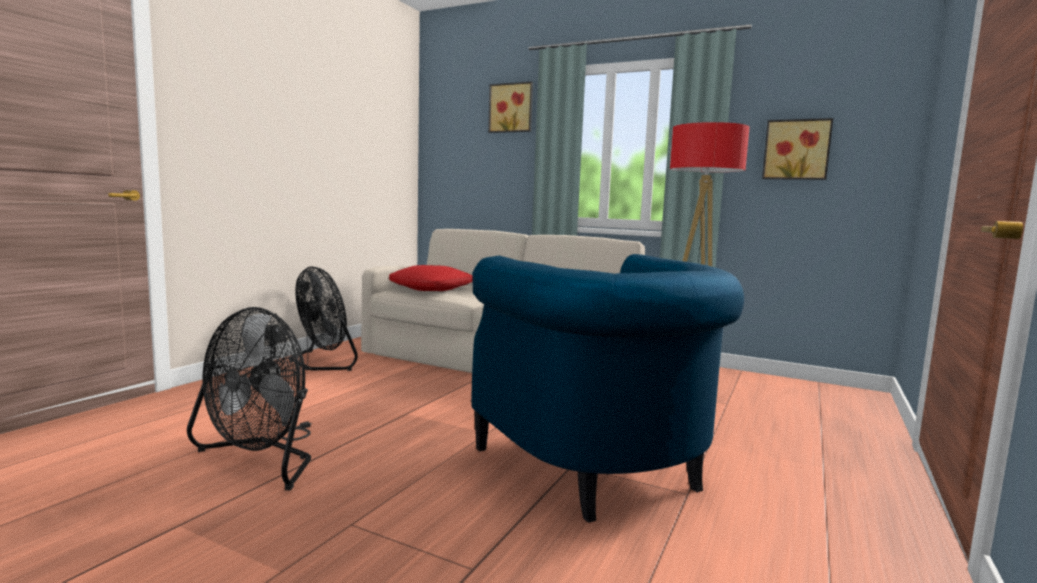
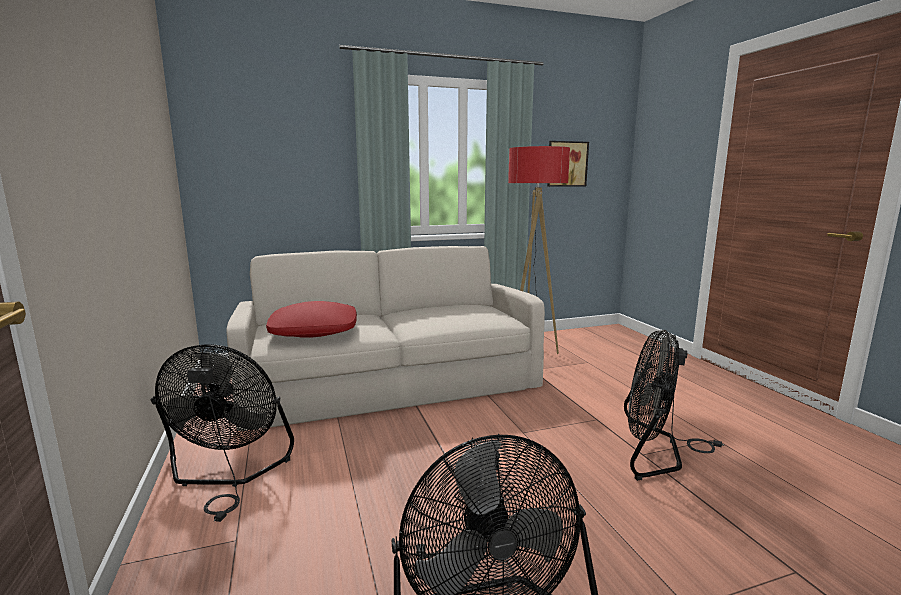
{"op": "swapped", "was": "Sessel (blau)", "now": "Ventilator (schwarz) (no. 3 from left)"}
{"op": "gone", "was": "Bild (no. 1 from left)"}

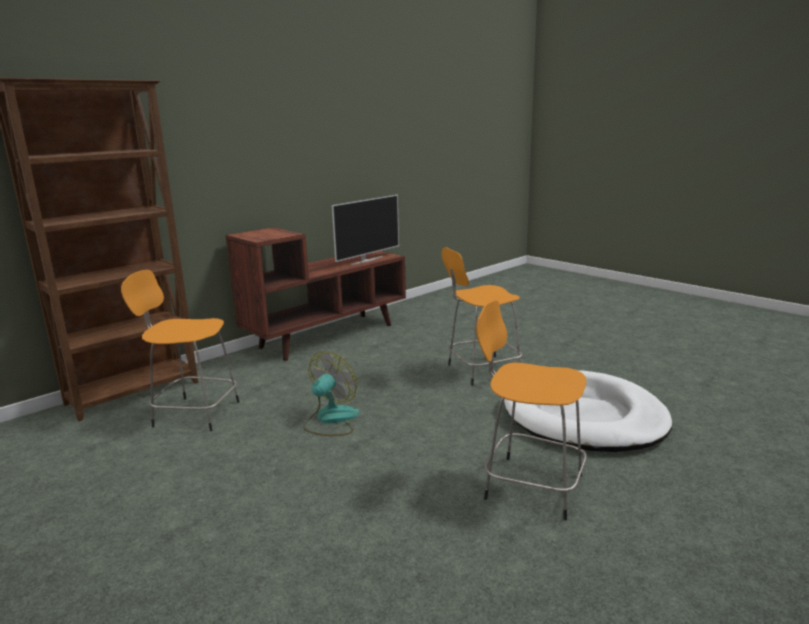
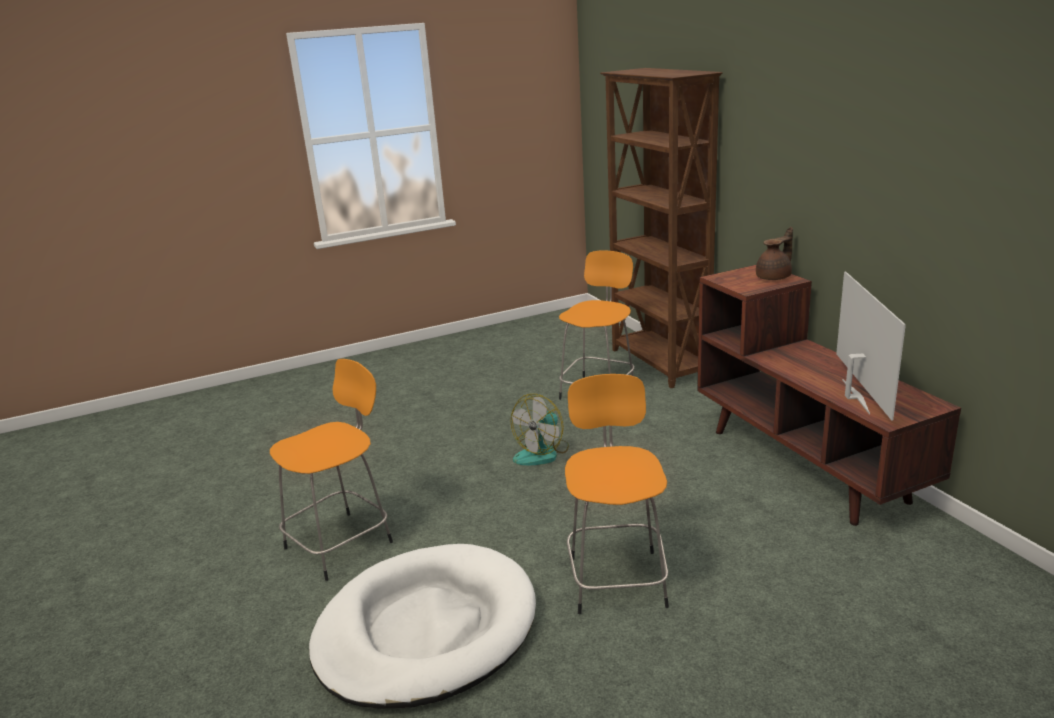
{"op": "rotated", "was": "Ventilator", "clockwise": 75}
{"op": "new", "now": "Teekanne (braun)"}
{"op": "rotated", "was": "Fernseher", "clockwise": -150}

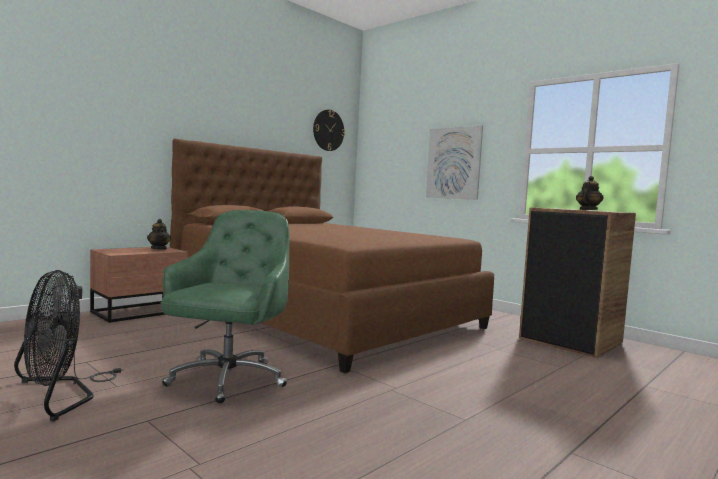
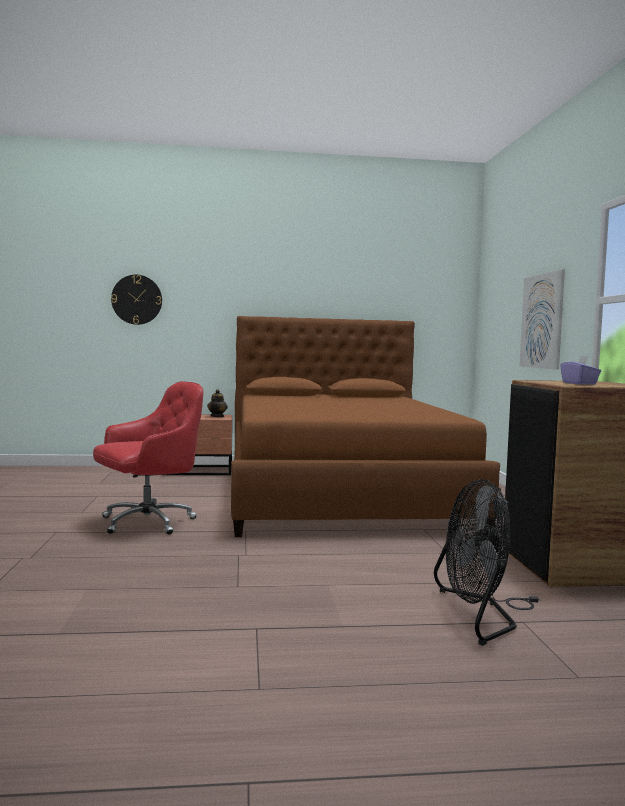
{"op": "repainted", "was": "Bürostuhl (grün)", "now": "Bürostuhl (rot)"}
{"op": "shifted", "was": "Wanduhr"}
{"op": "shifted", "was": "Ventilator (schwarz)"}
{"op": "swapped", "was": "Teekanne (no. 2 from left)", "now": "Taschentuchbox (lila)"}

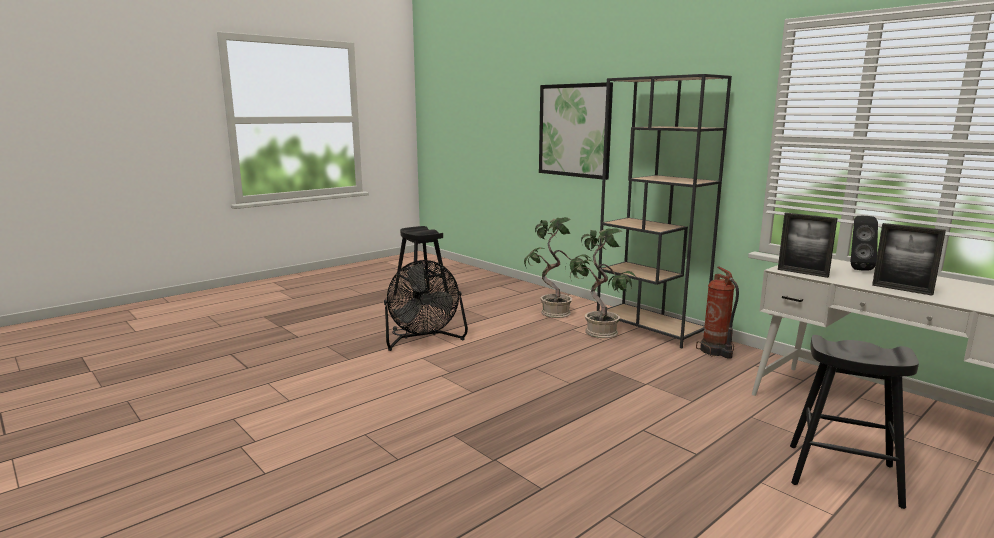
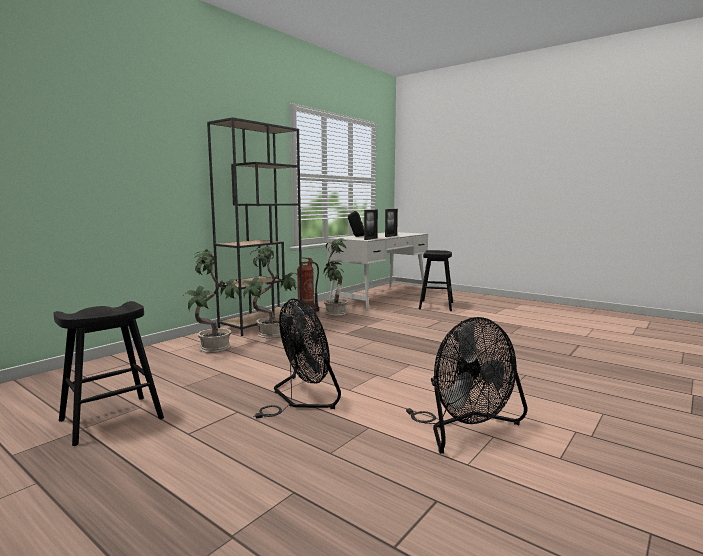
{"op": "new", "now": "Topfpflanze (no. 3 from left)"}
{"op": "new", "now": "Ventilator (schwarz) (no. 2 from left)"}
{"op": "gone", "was": "Bild"}

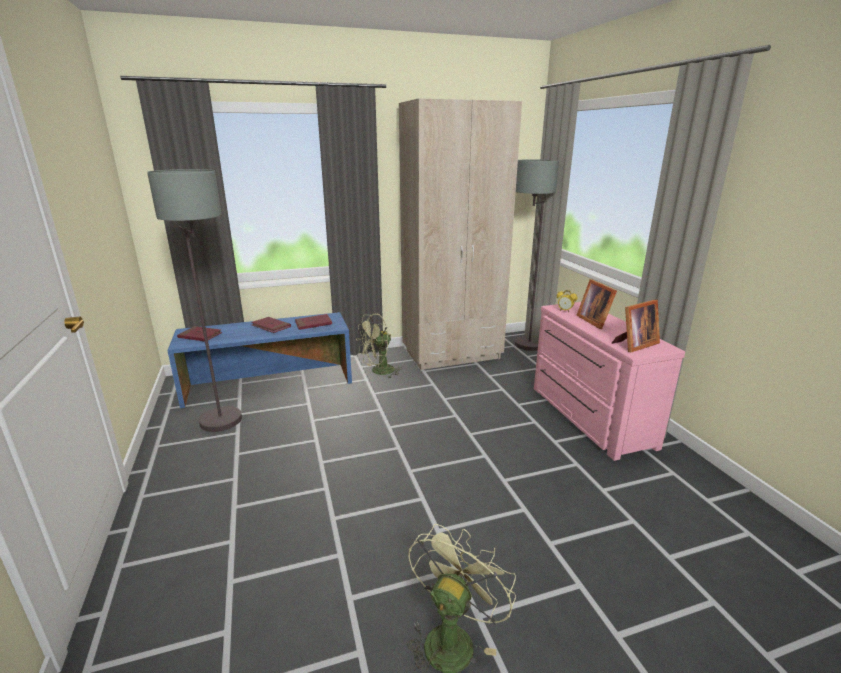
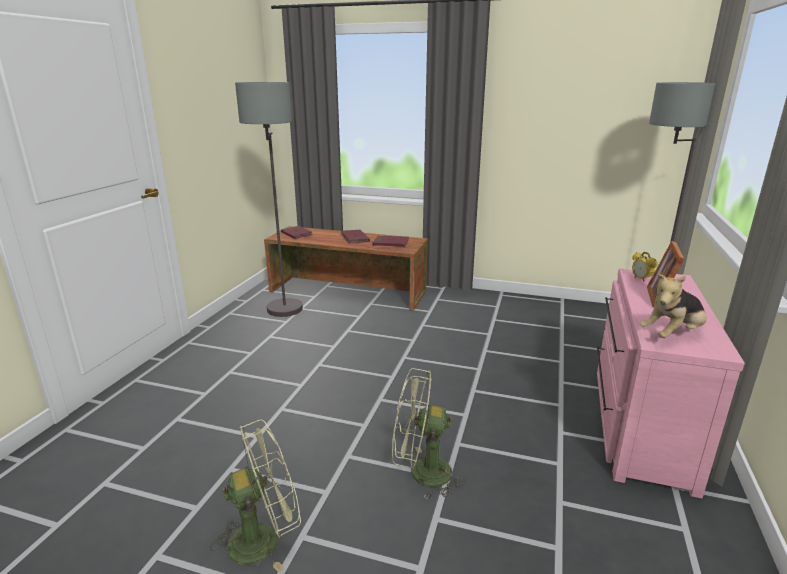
{"op": "repainted", "was": "Bank (blau)", "now": "Bank (braun)"}
{"op": "shifted", "was": "Ventilator (grün) (no. 1 from left in the first image)", "now": "Ventilator (grün) (no. 2 from left)"}
{"op": "swapped", "was": "Bilderrahmen (no. 2 from left)", "now": "Plüschtier"}
{"op": "gone", "was": "Kleiderschrank (beige)"}

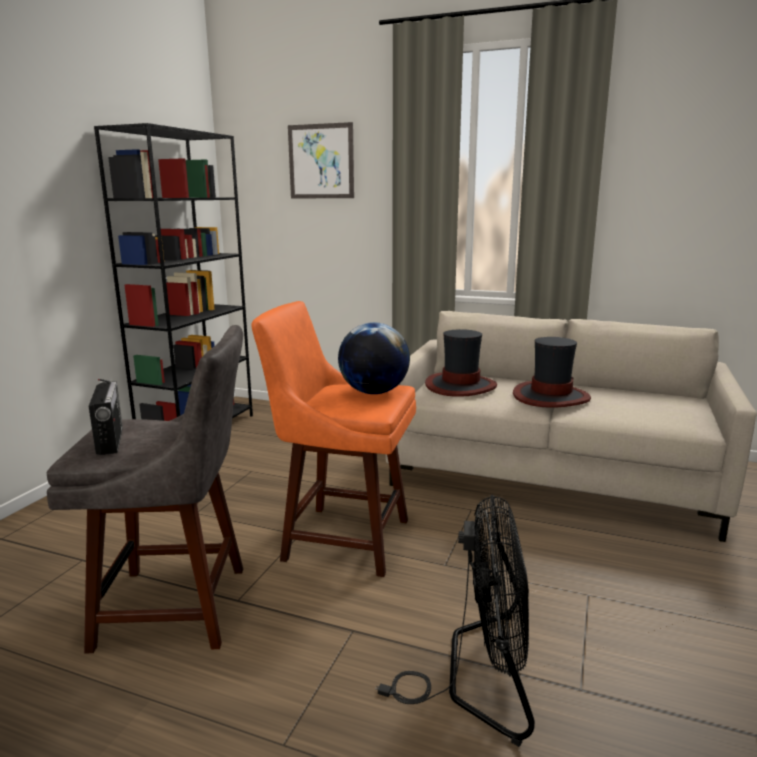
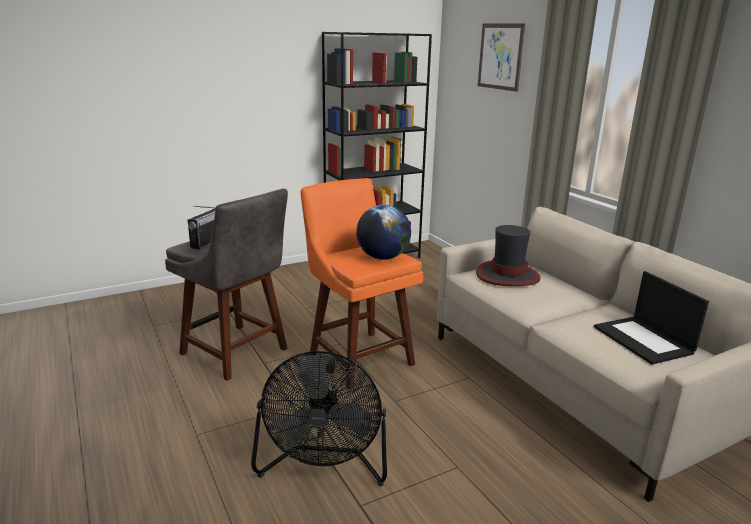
{"op": "rotated", "was": "Ventilator (schwarz)", "clockwise": 45}
{"op": "new", "now": "Laptop"}
{"op": "gone", "was": "Hut (no. 2 from left)"}

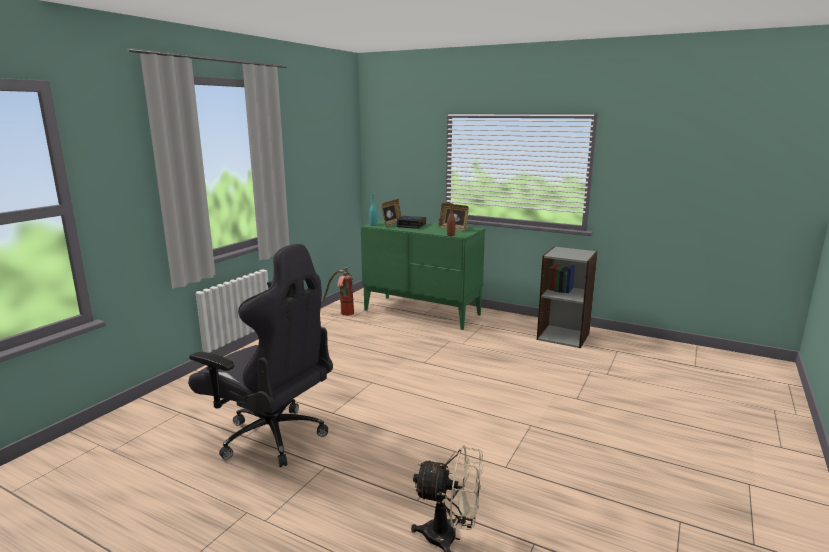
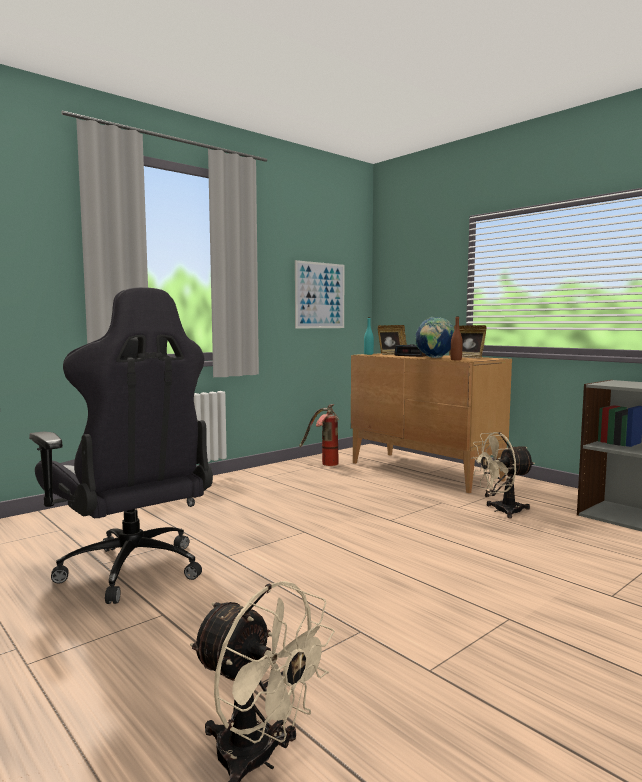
{"op": "new", "now": "Bild"}
{"op": "repainted", "was": "Schrank (grün)", "now": "Schrank (braun)"}
{"op": "new", "now": "Globus"}
{"op": "new", "now": "Ventilator (beige) (no. 2 from left)"}

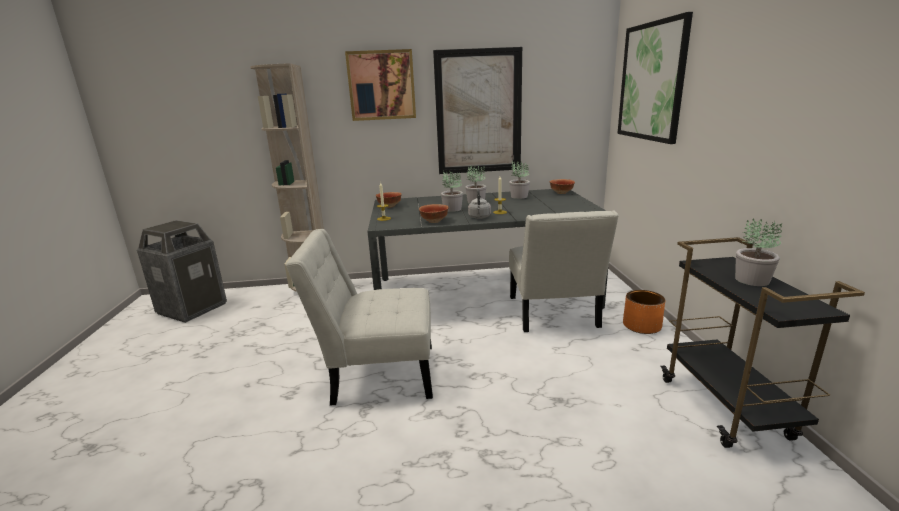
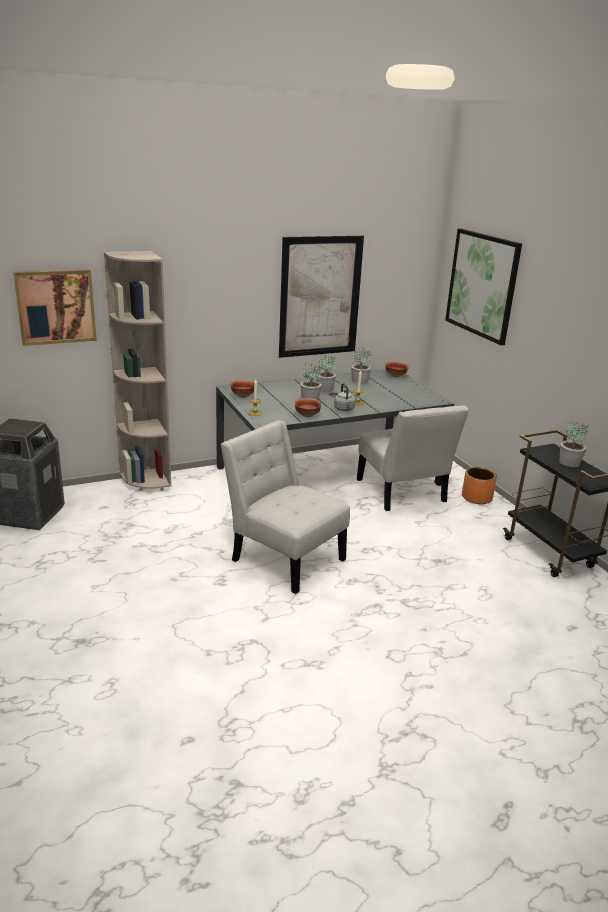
{"op": "shifted", "was": "Bild (no. 1 from left)"}
{"op": "rotated", "was": "Stuhl (weiß) (no. 1 from left)", "clockwise": 60}

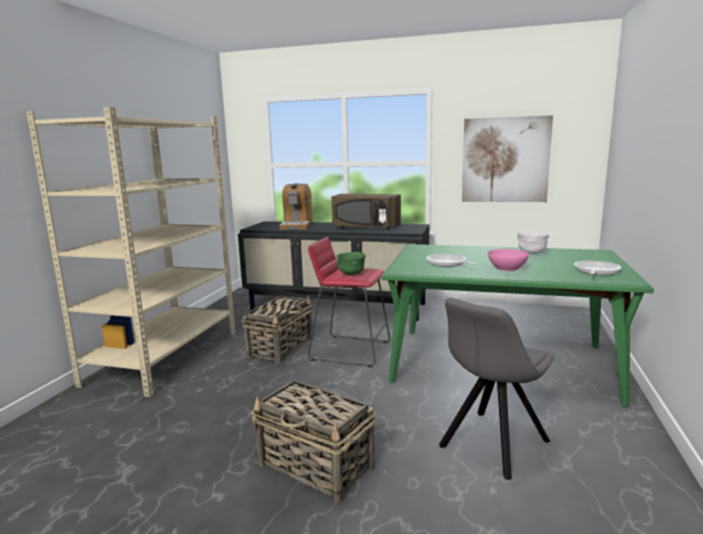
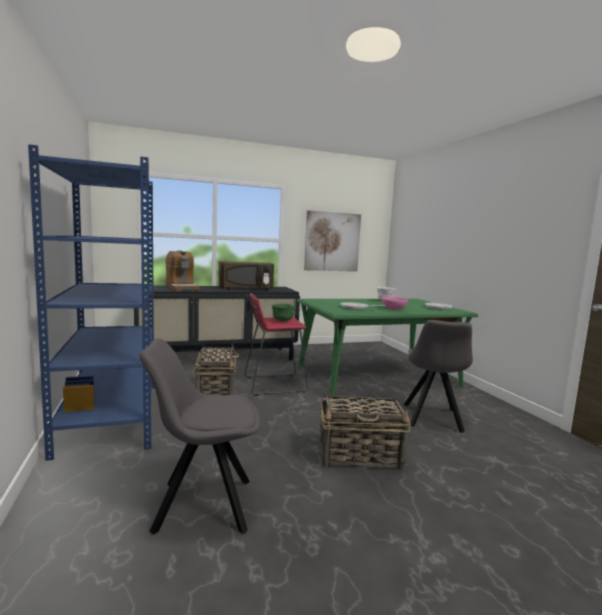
{"op": "repainted", "was": "Bücherregal (beige)", "now": "Bücherregal (blau)"}
{"op": "new", "now": "Stuhl (grau) (no. 1 from left)"}

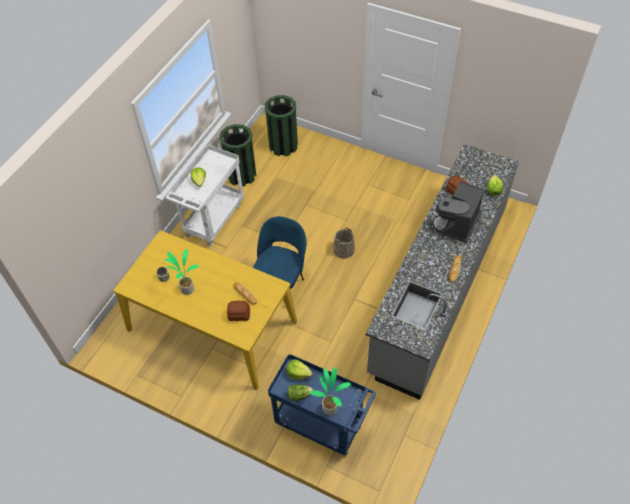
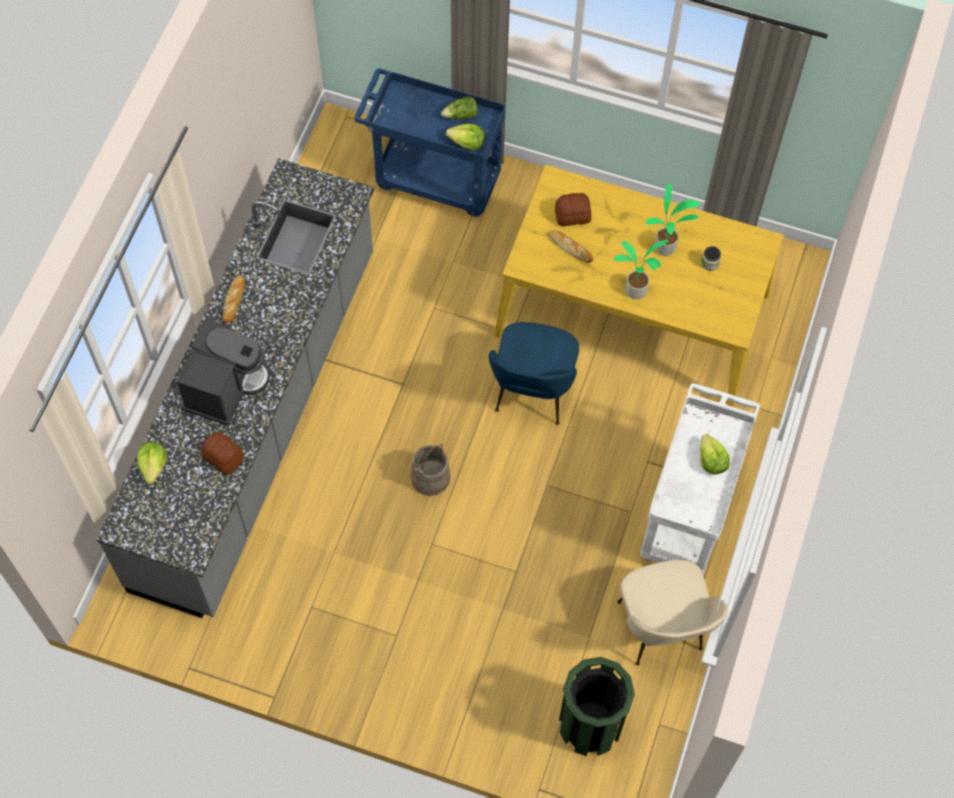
{"op": "shifted", "was": "Topfpflanze (no. 2 from left in the first image)", "now": "Topfpflanze (no. 1 from left)"}
{"op": "swapped", "was": "Mülleimer (grün) (no. 1 from left)", "now": "Stuhl (beige)"}

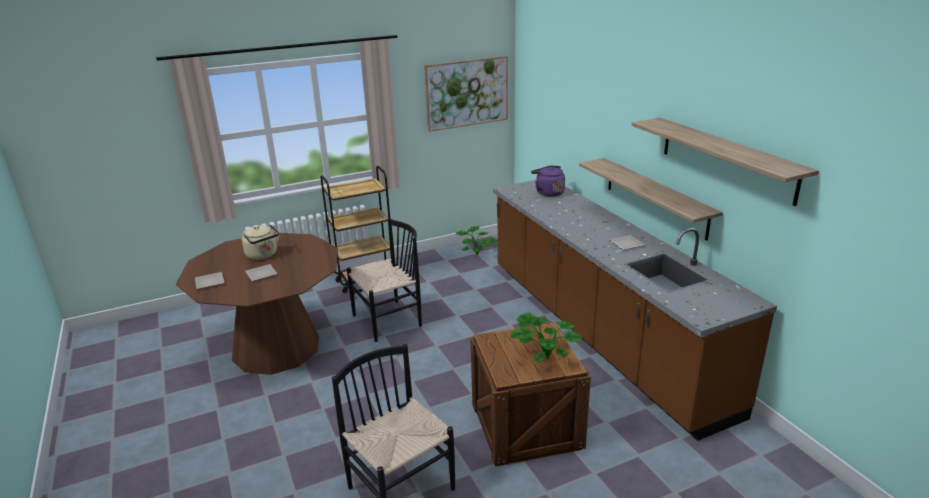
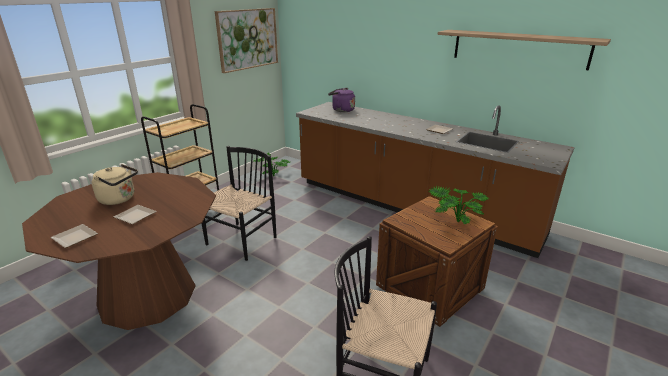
{"op": "gone", "was": "Wandregal (no. 1 from left)"}

